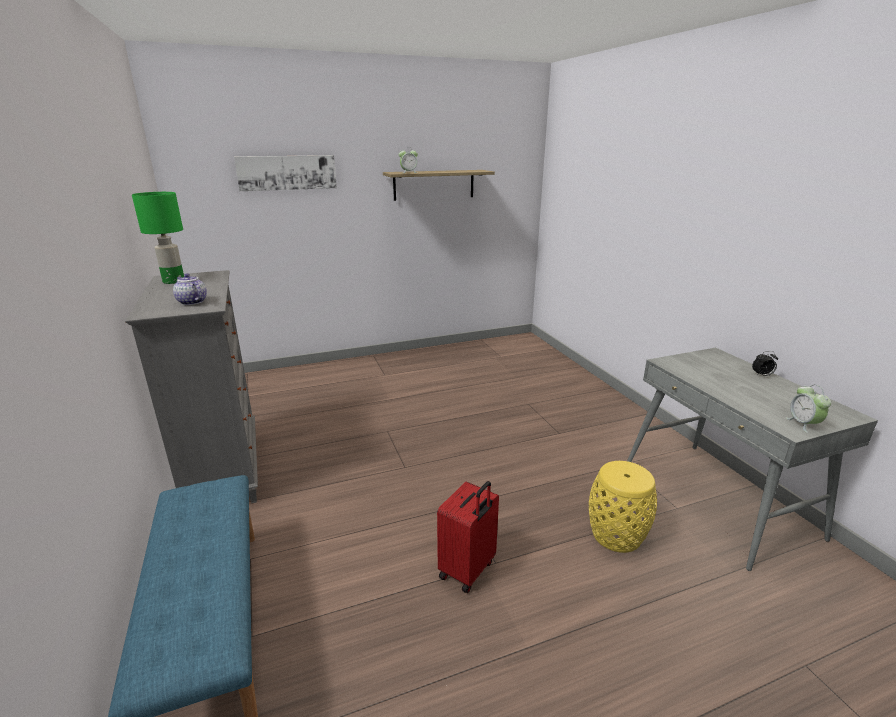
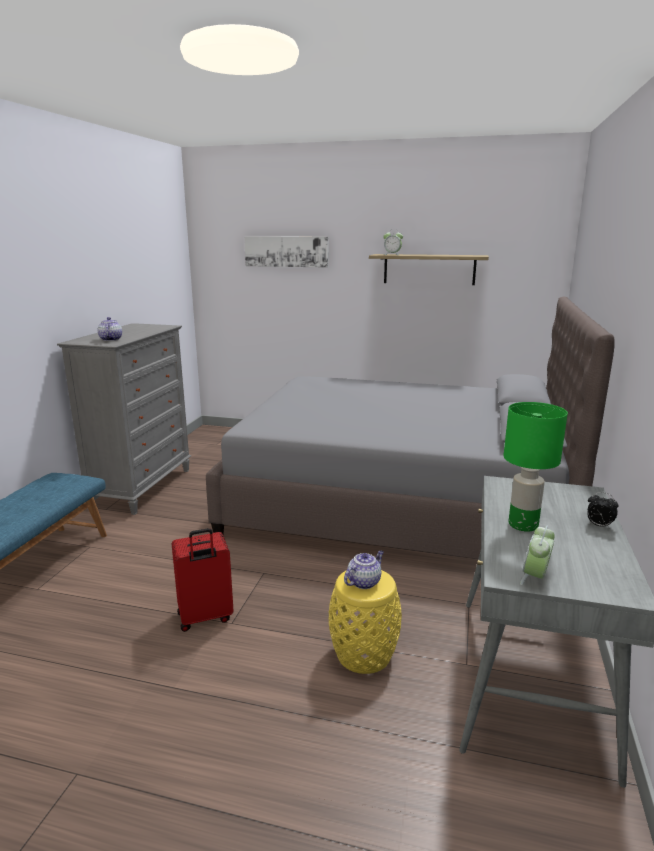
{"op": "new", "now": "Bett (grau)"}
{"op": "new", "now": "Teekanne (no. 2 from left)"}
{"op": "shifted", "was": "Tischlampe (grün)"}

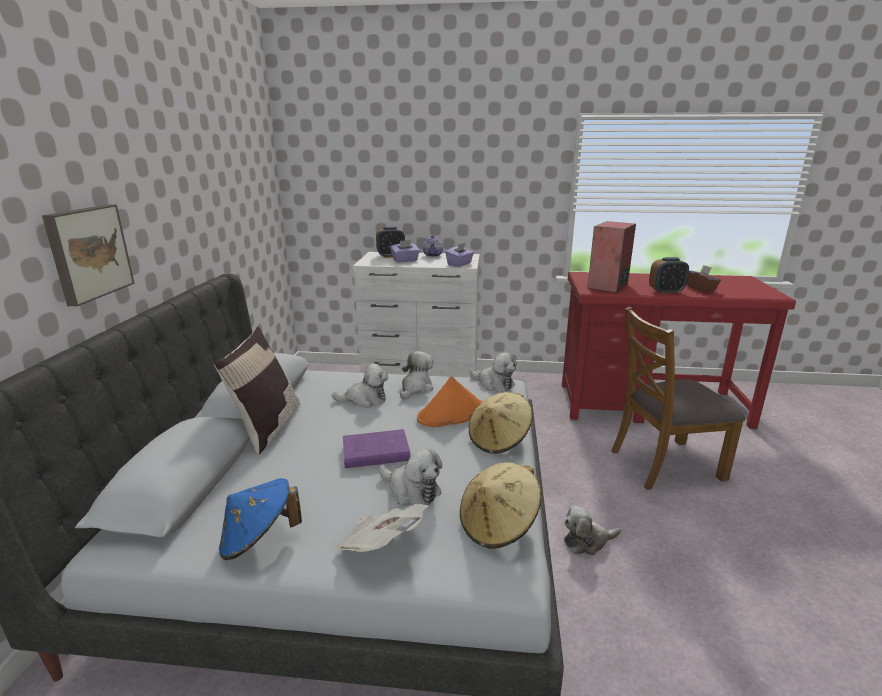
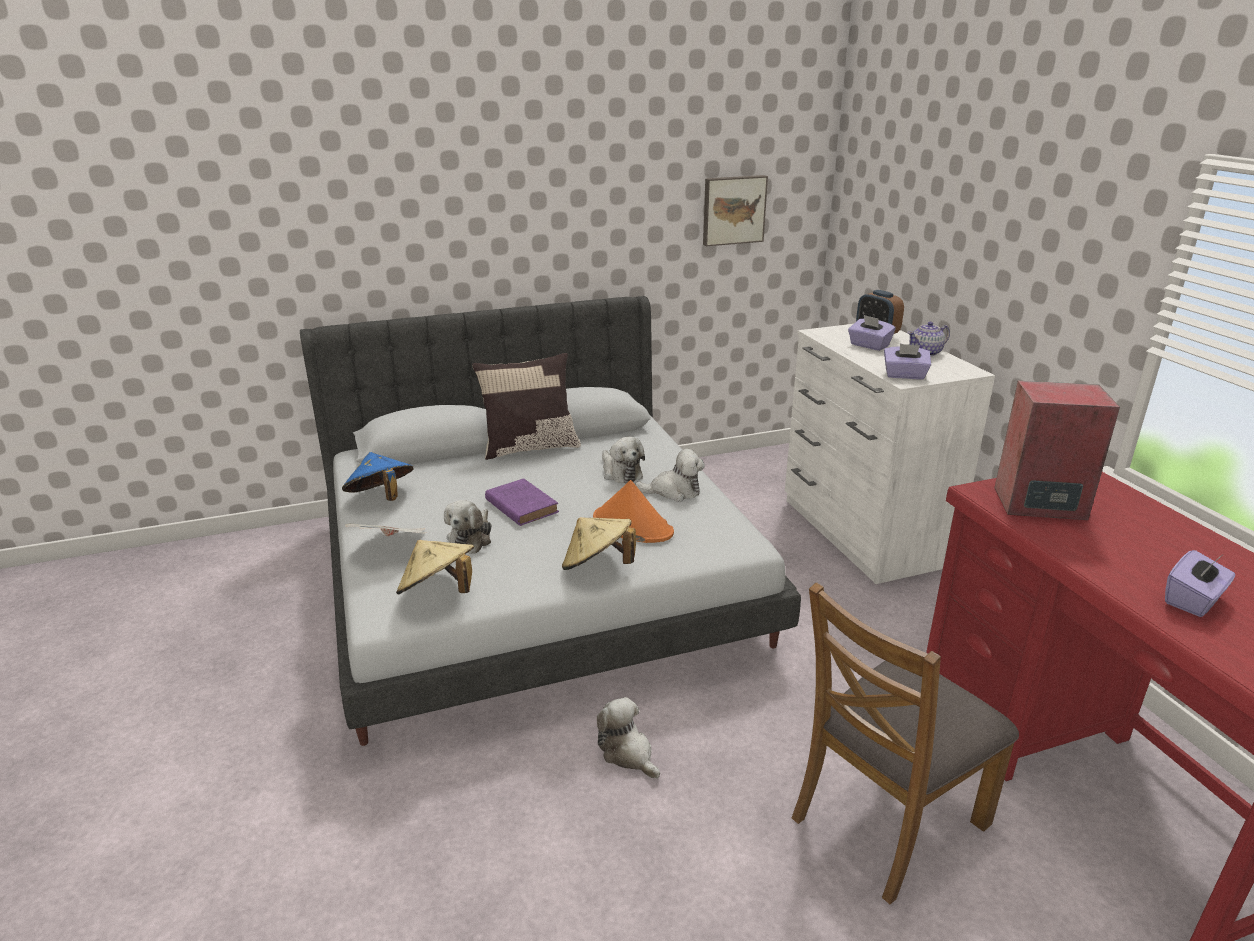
{"op": "shifted", "was": "Bild"}
{"op": "rotated", "was": "Stuhl (braun)", "clockwise": -90}
{"op": "repainted", "was": "Taschentuchbox (braun)", "now": "Taschentuchbox (lila) (no. 3 from left)"}
{"op": "gone", "was": "Plüschtier (no. 4 from left)"}
{"op": "gone", "was": "Wecker (no. 2 from left)"}

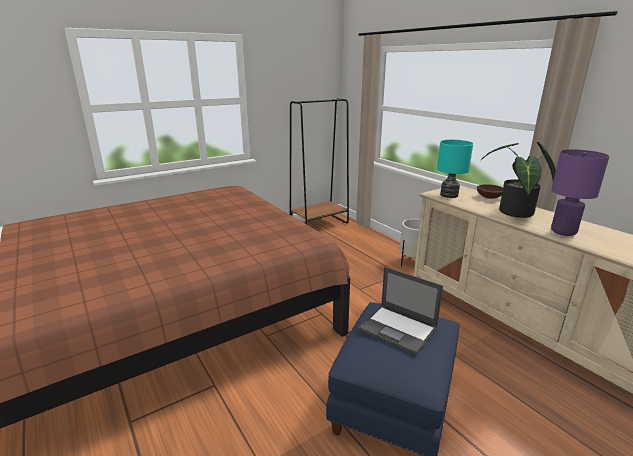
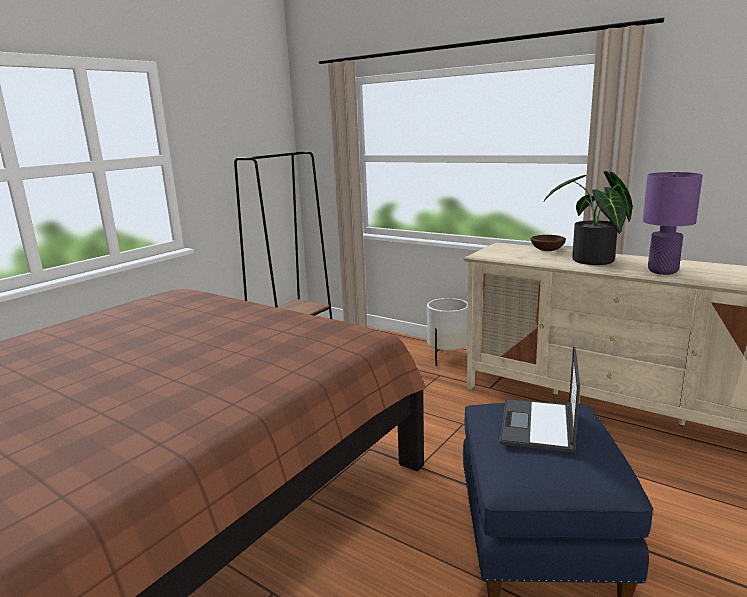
{"op": "rotated", "was": "Laptop", "clockwise": 90}
{"op": "gone", "was": "Tischlampe (türkis)"}

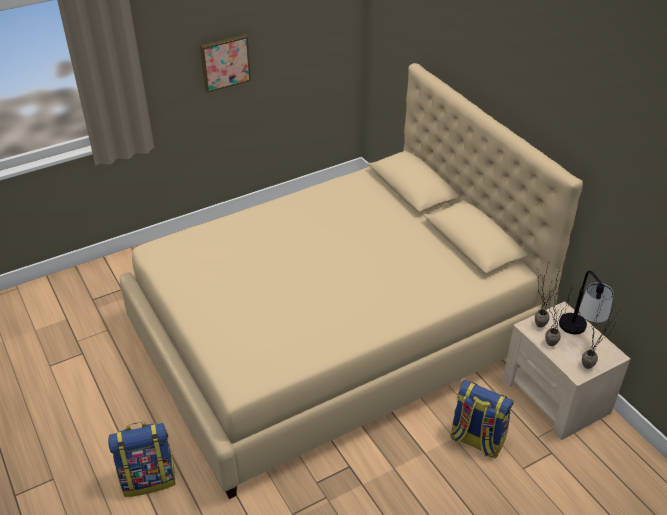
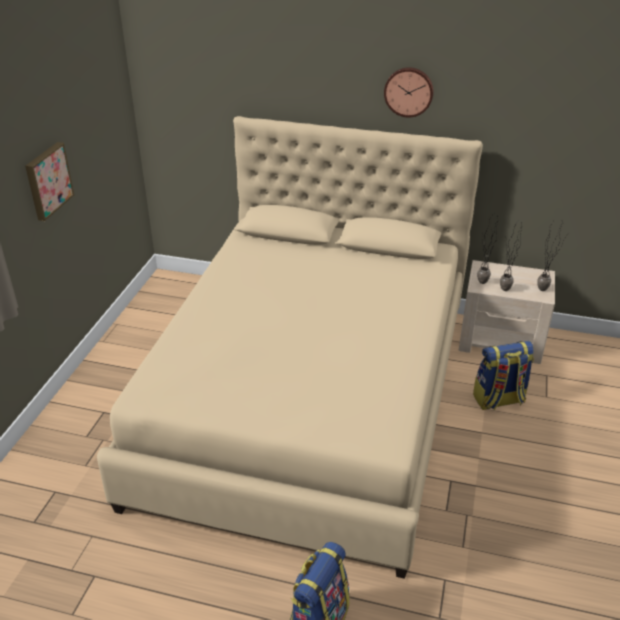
{"op": "new", "now": "Wanduhr"}
{"op": "gone", "was": "Tischlampe"}

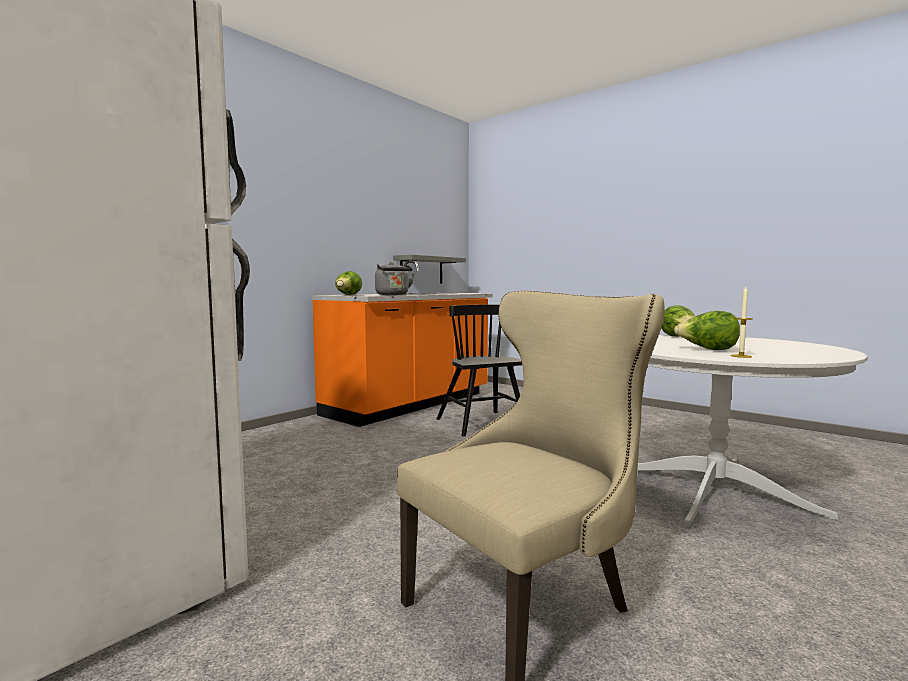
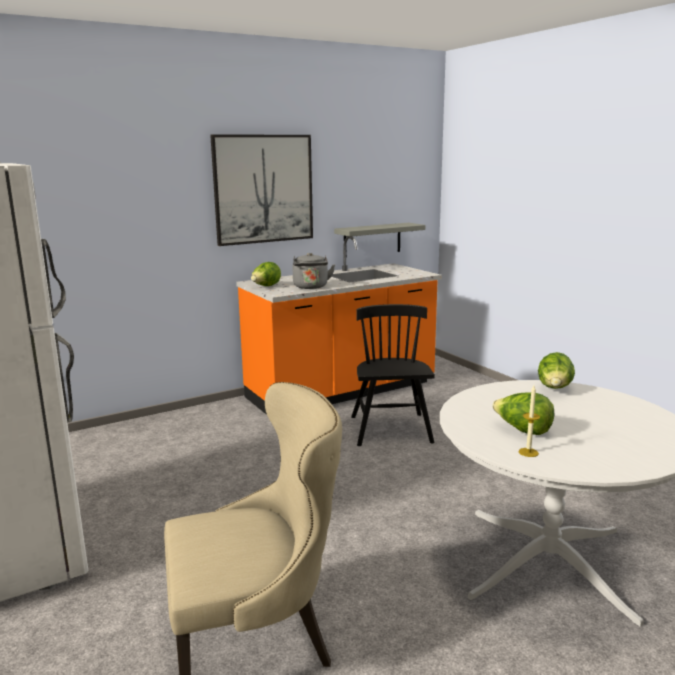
{"op": "new", "now": "Bild"}

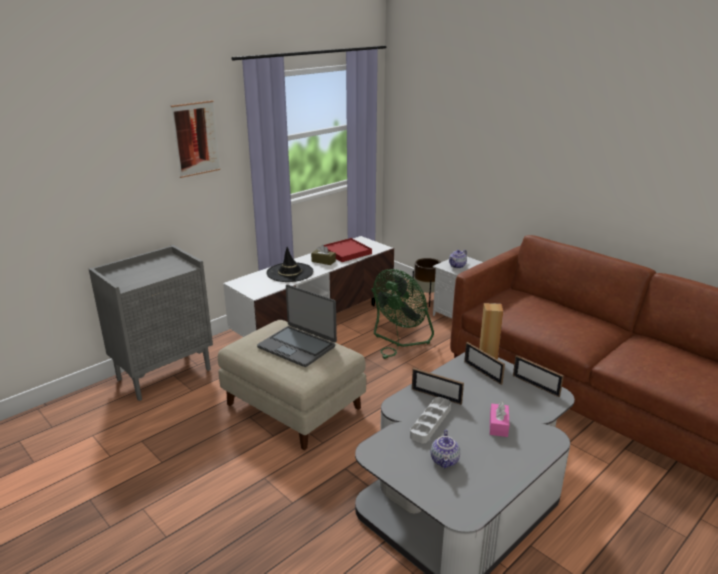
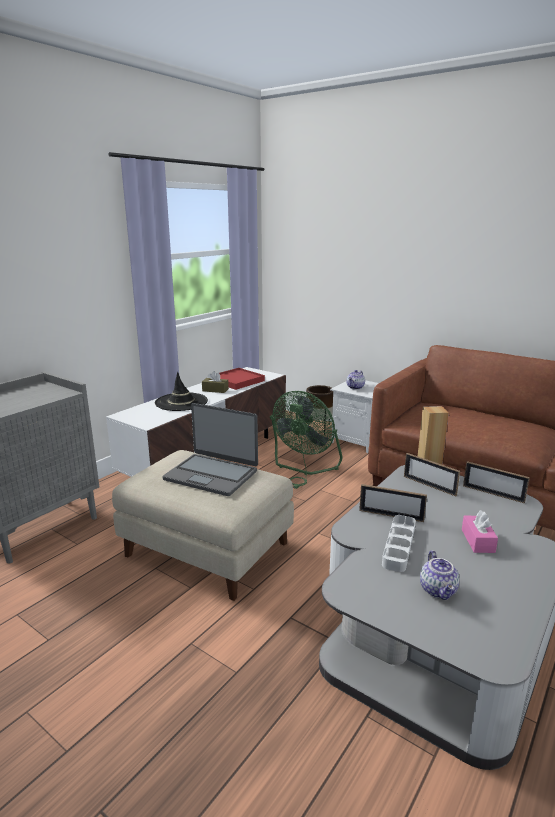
{"op": "gone", "was": "Bild"}

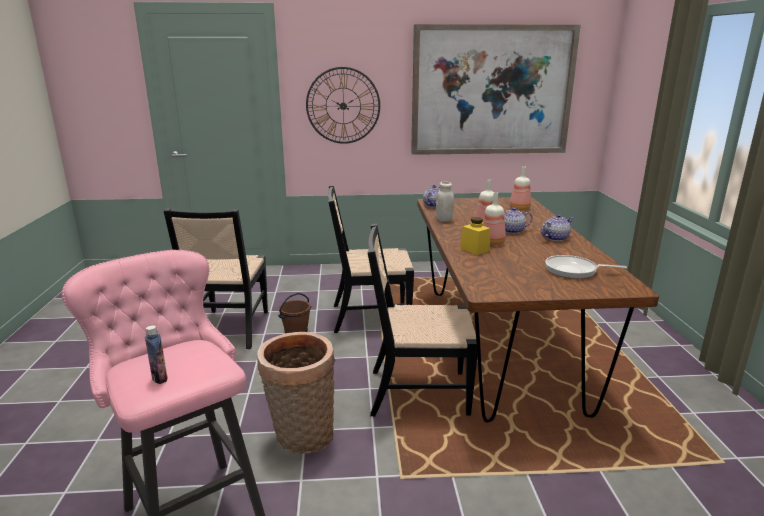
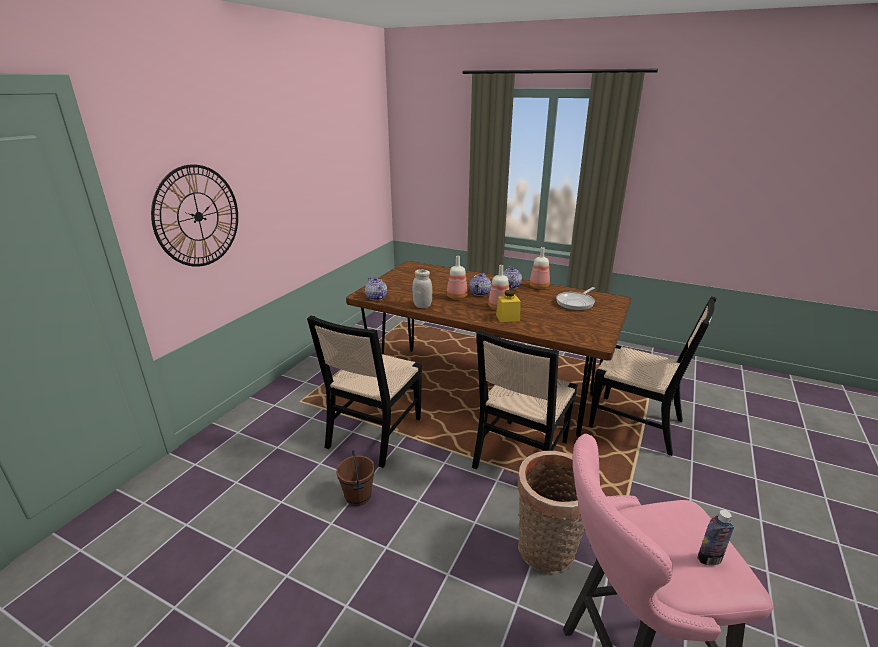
{"op": "shifted", "was": "Flasche (no. 4 from left in the first image)", "now": "Flasche (no. 3 from left)"}
{"op": "shifted", "was": "Stuhl (no. 1 from left in the first image)", "now": "Stuhl (no. 3 from left)"}
{"op": "gone", "was": "Bild"}

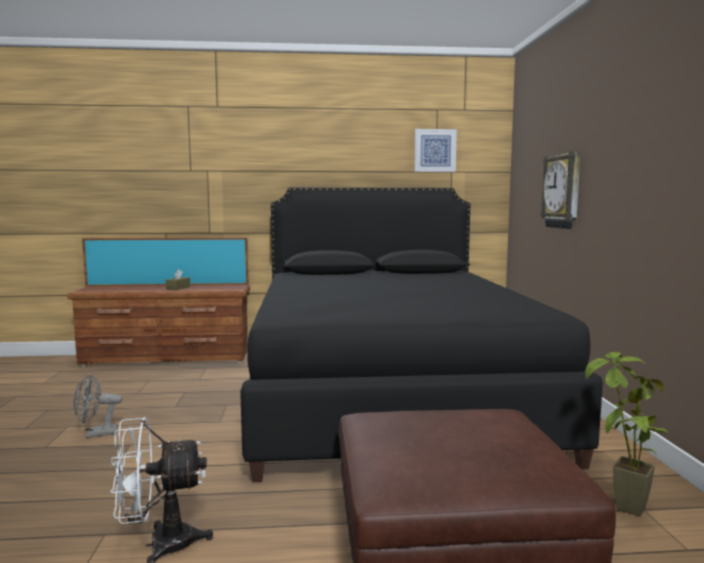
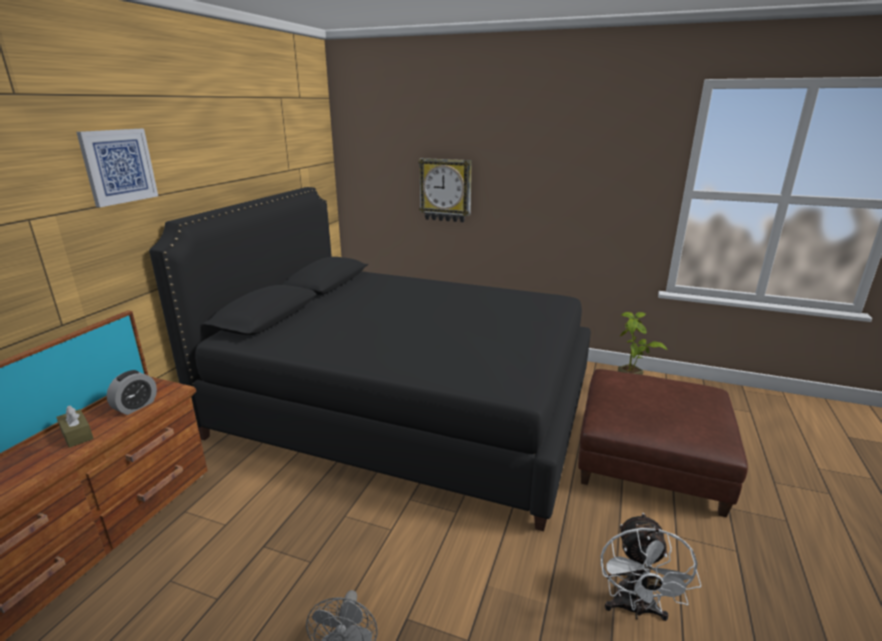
{"op": "shifted", "was": "Bild"}
{"op": "new", "now": "Wecker"}

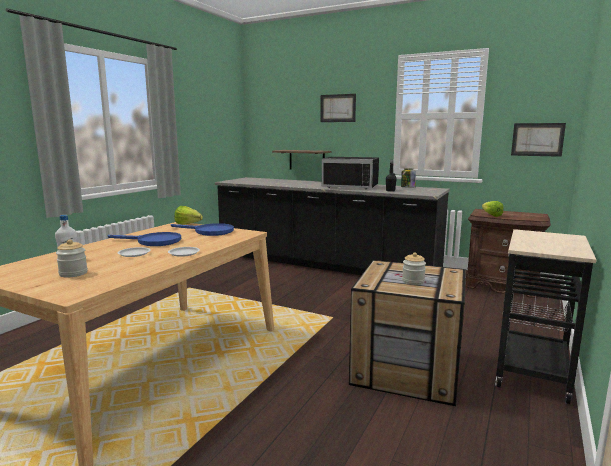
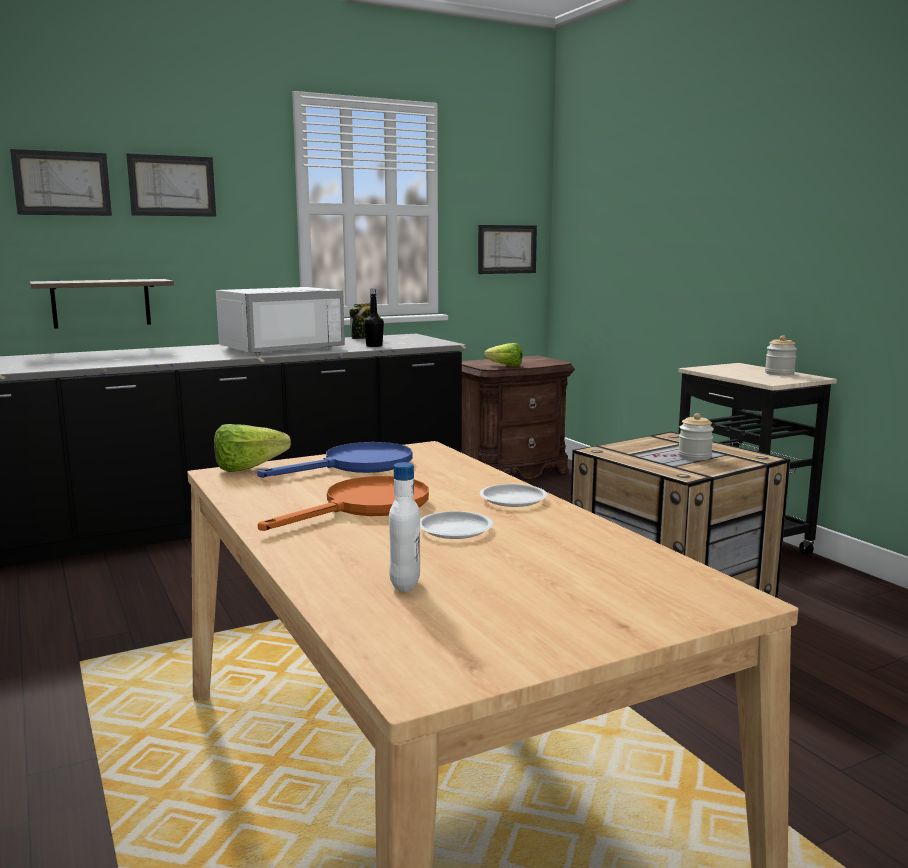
{"op": "new", "now": "Bild (no. 1 from left)"}
{"op": "repainted", "was": "Mikrowelle (schwarz)", "now": "Mikrowelle (weiß)"}
{"op": "repainted", "was": "Pfanne (blau) (no. 1 from left)", "now": "Pfanne (orange)"}
{"op": "shifted", "was": "Vorratsglas (no. 1 from left in the first image)", "now": "Vorratsglas (no. 3 from left)"}

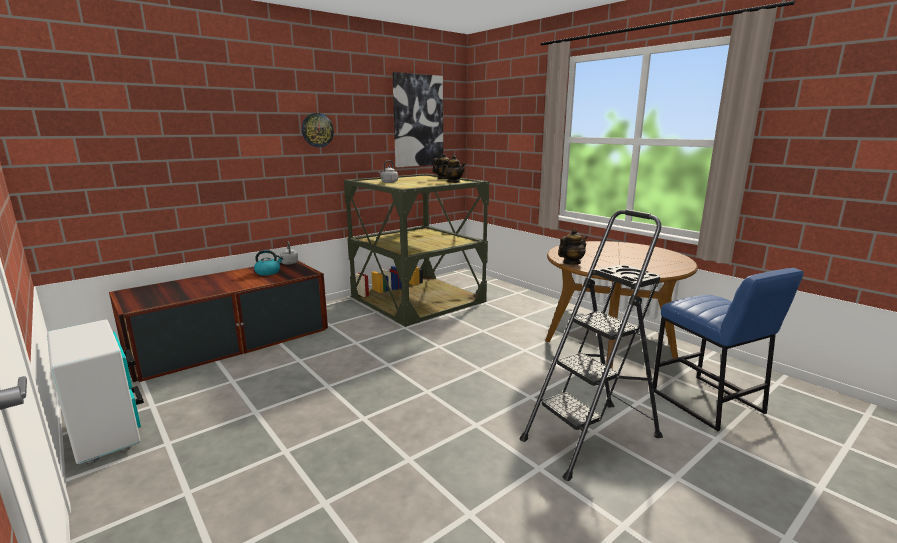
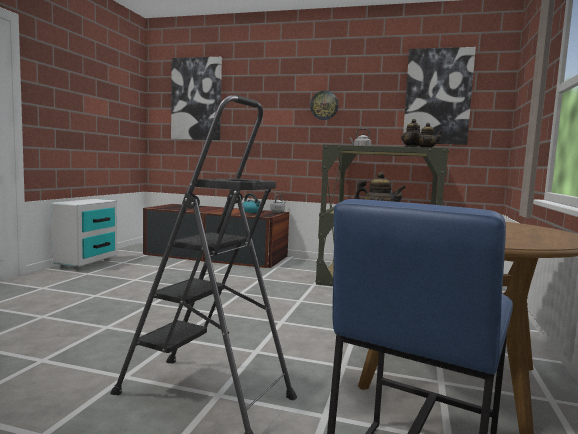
{"op": "new", "now": "Bild (no. 1 from left)"}

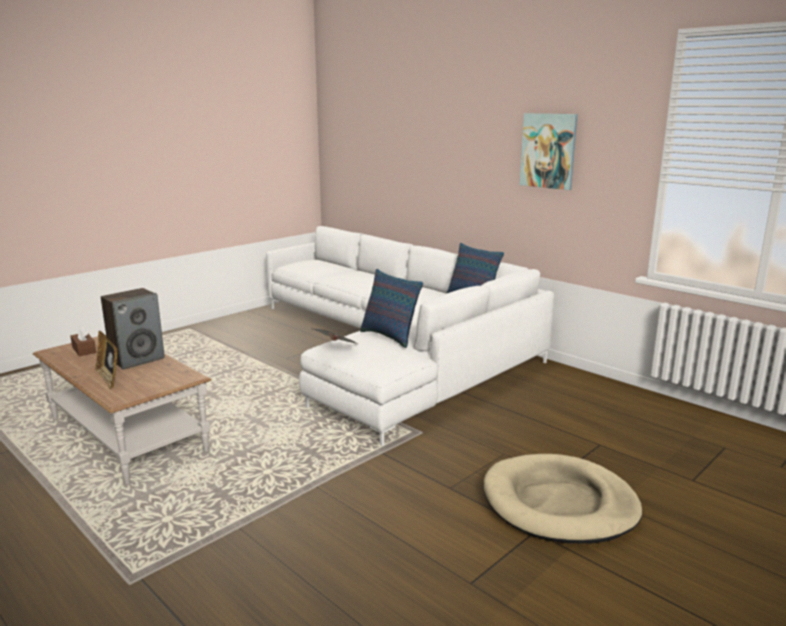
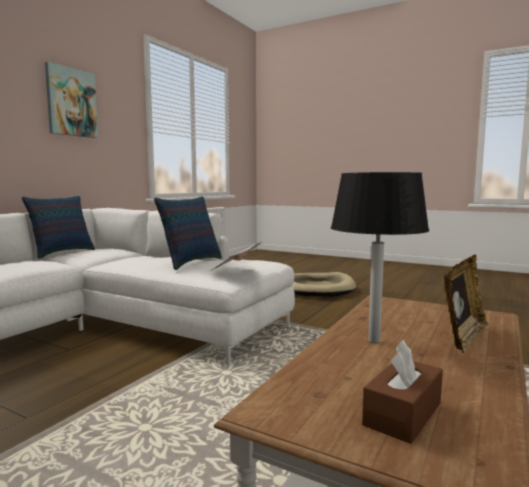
{"op": "swapped", "was": "Lautsprecher", "now": "Tischlampe (schwarz)"}

